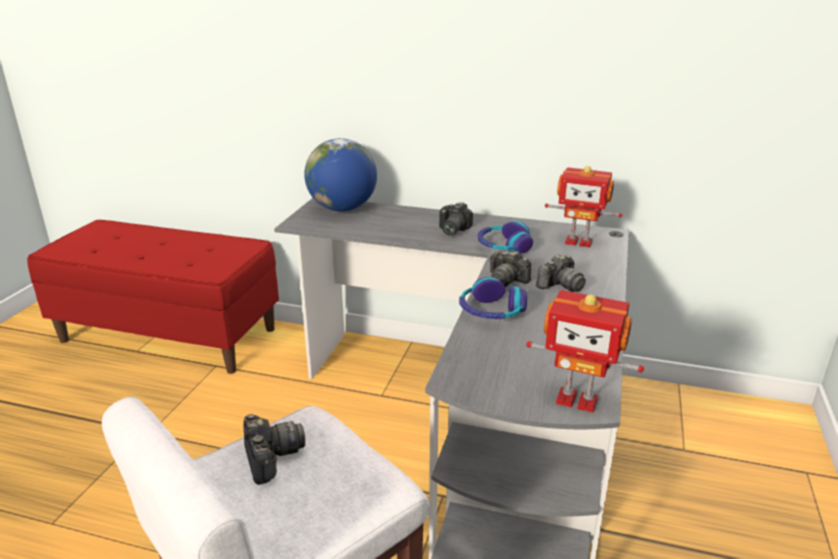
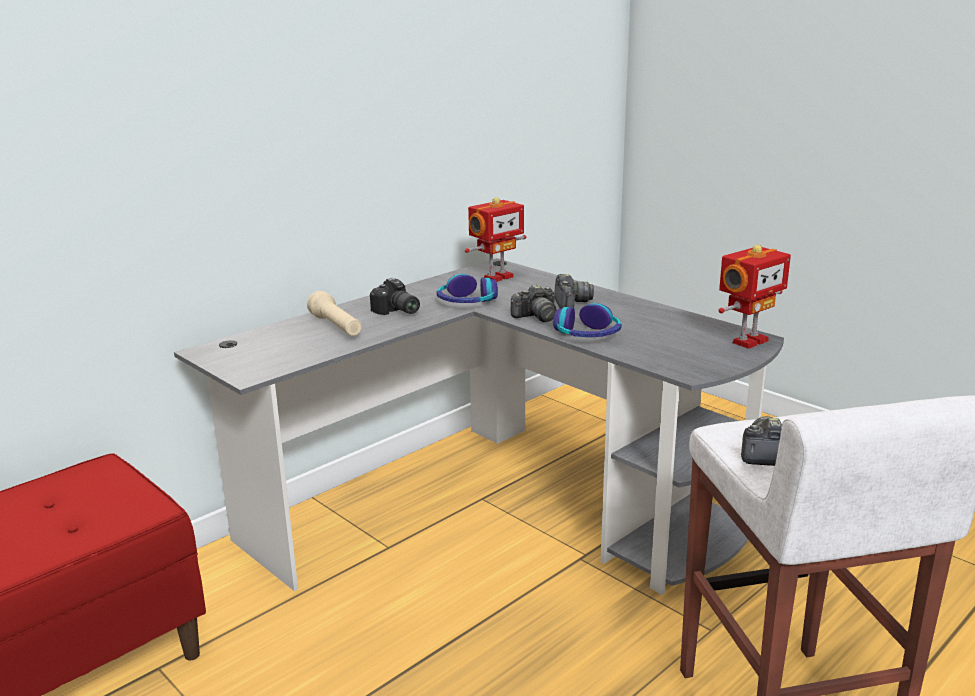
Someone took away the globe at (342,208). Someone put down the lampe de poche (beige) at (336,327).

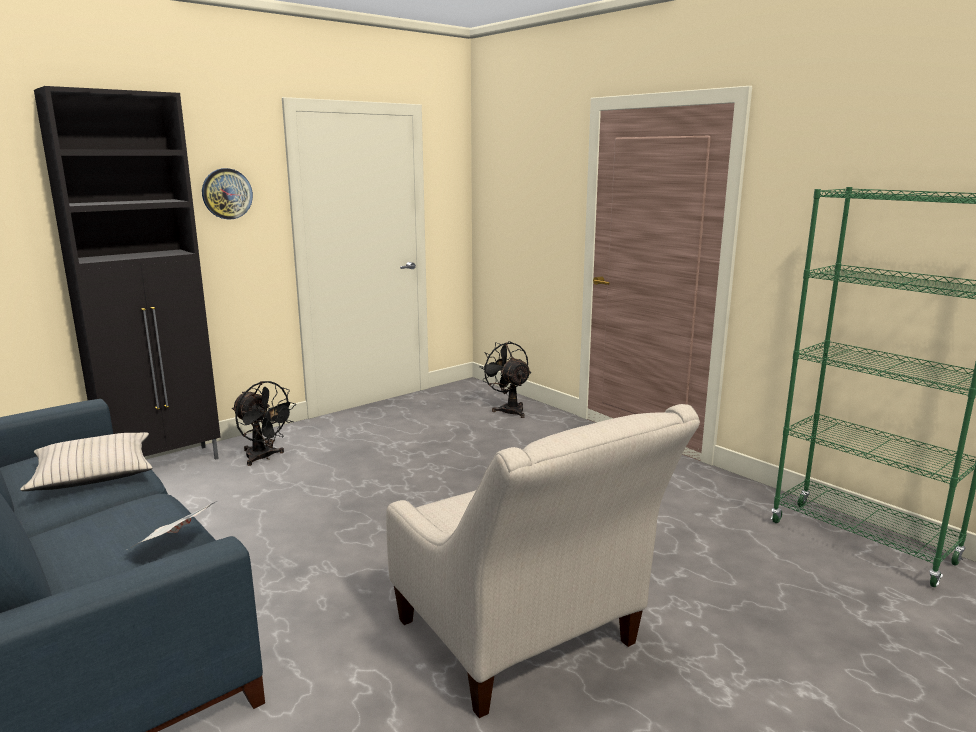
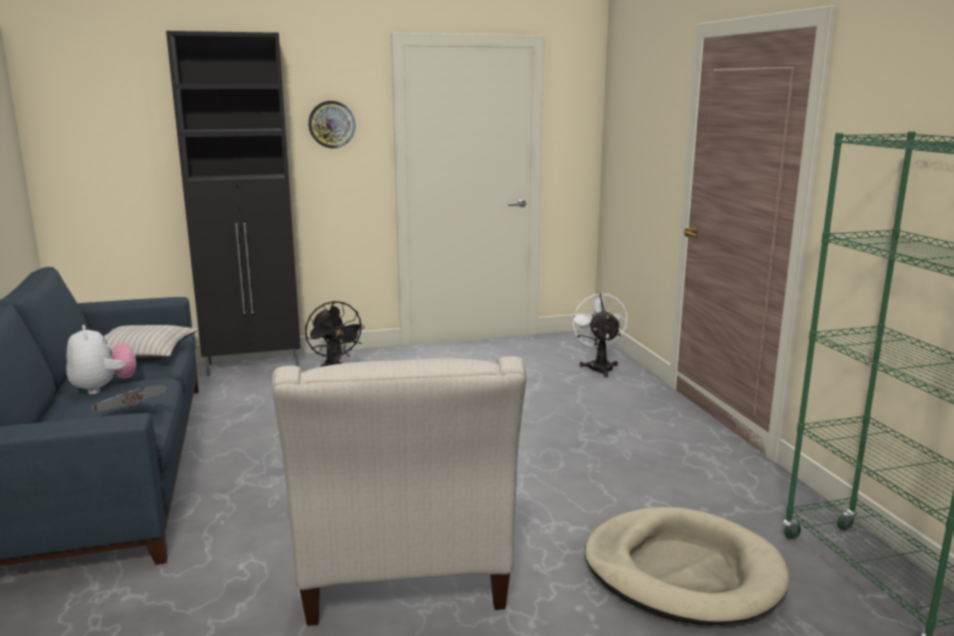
Someone put down the peluche at (103,388). Someone put down the panier pour chien (beige) at (682,571). Someone repainted the ventilateur (noir) at (508,409), which became the ventilateur (blanc) at (599,366).

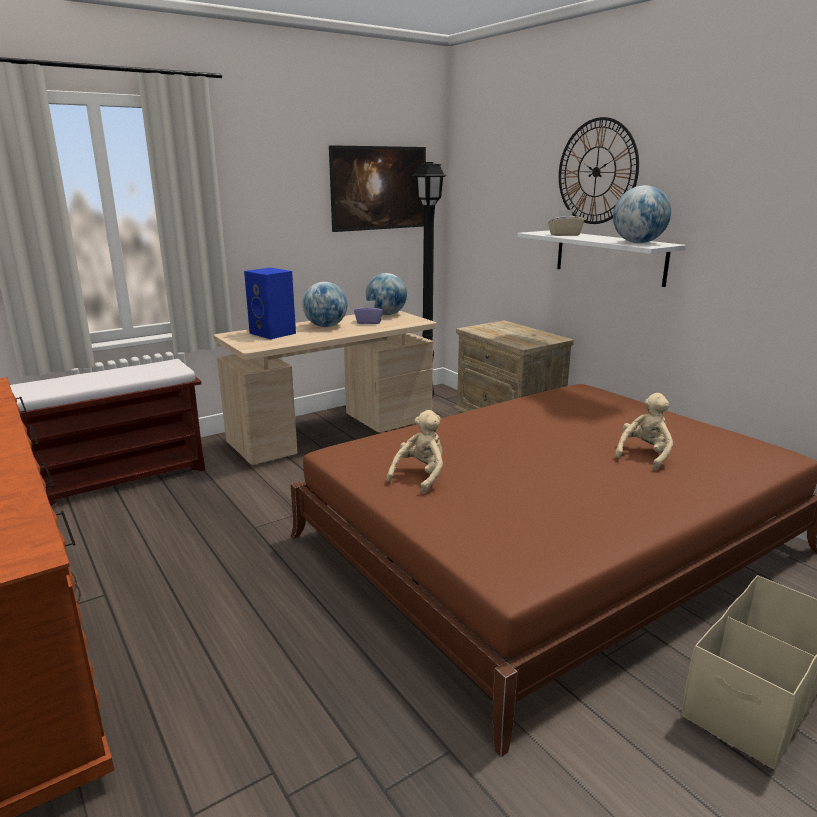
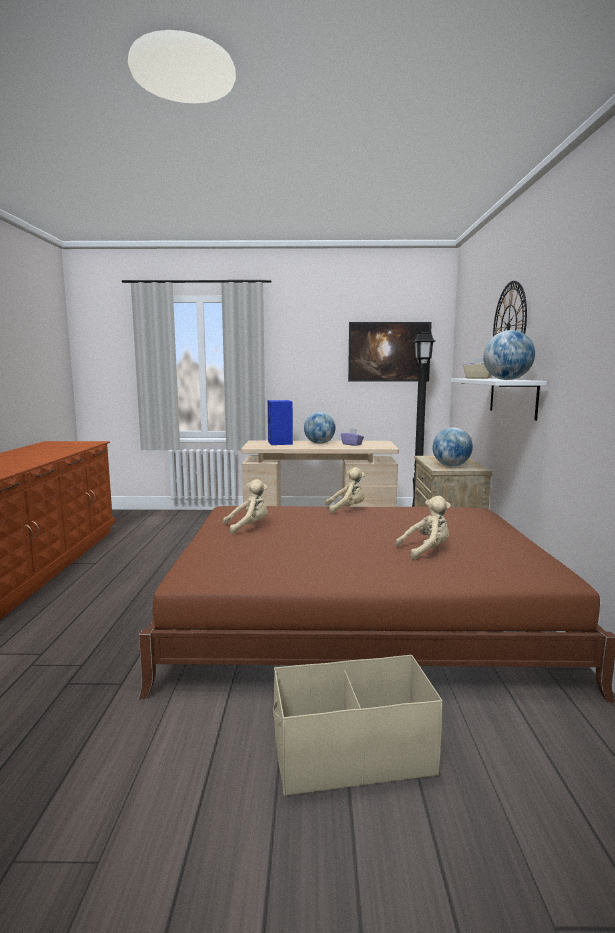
Someone took away the banc (marron) at (122,478). Someone put down the peluche (beige) at (347,509). Someone carried the globe from (386,314) to (451,466).

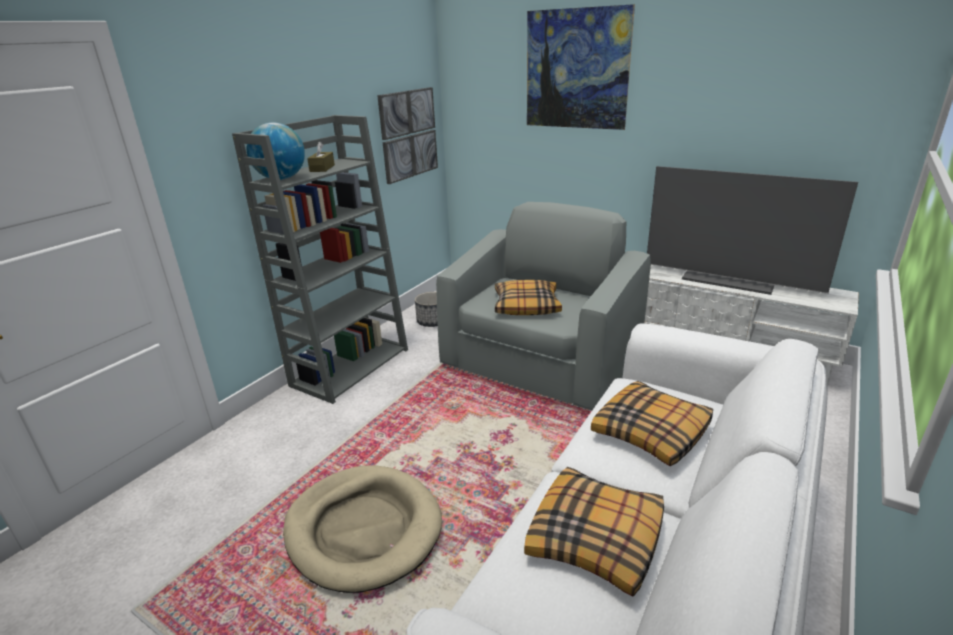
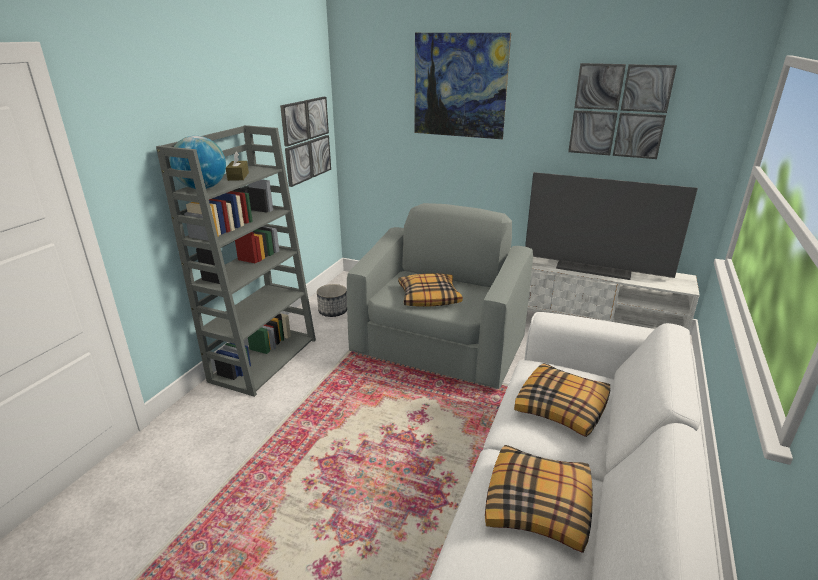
Someone took away the panier pour chien (beige) at (363,529). Someone put up the tableau at (619,111).

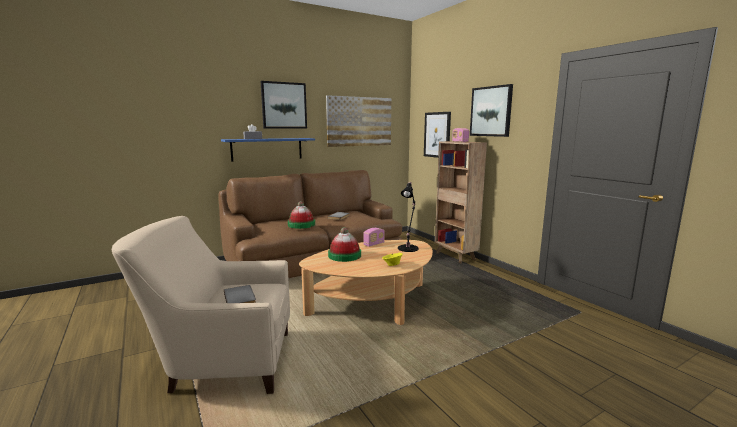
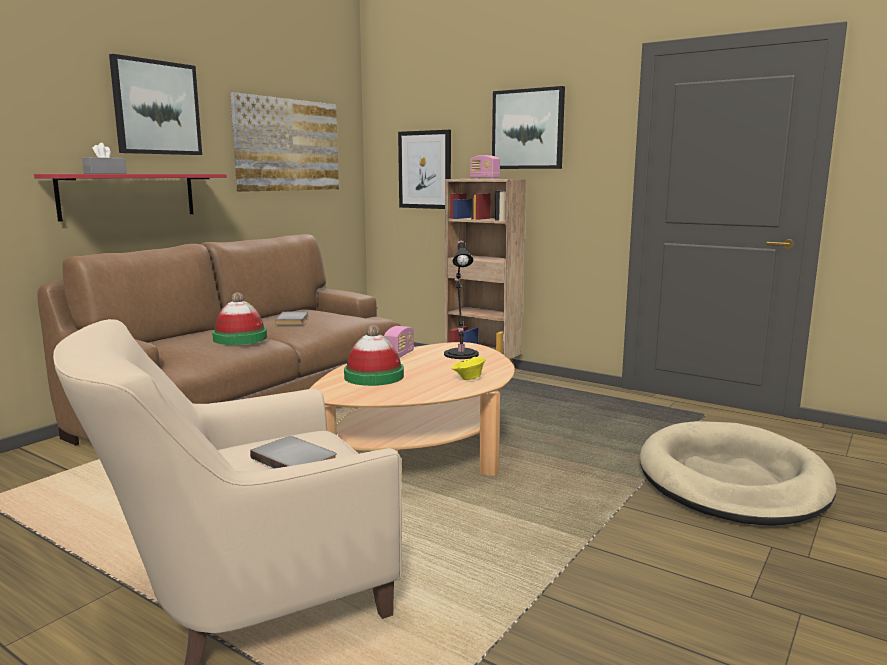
Someone put down the panier pour chien (beige) at (731,480). Someone repainted the étagère (bleu) at (267,149), which became the étagère (rouge) at (128,195).

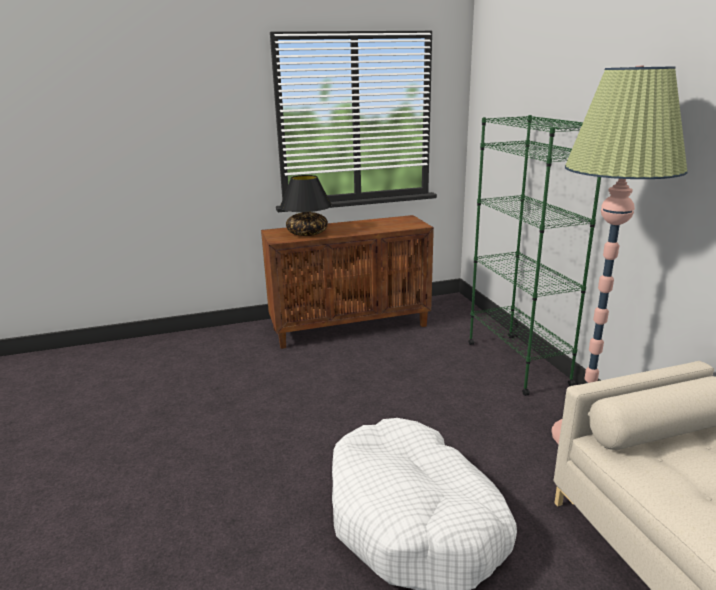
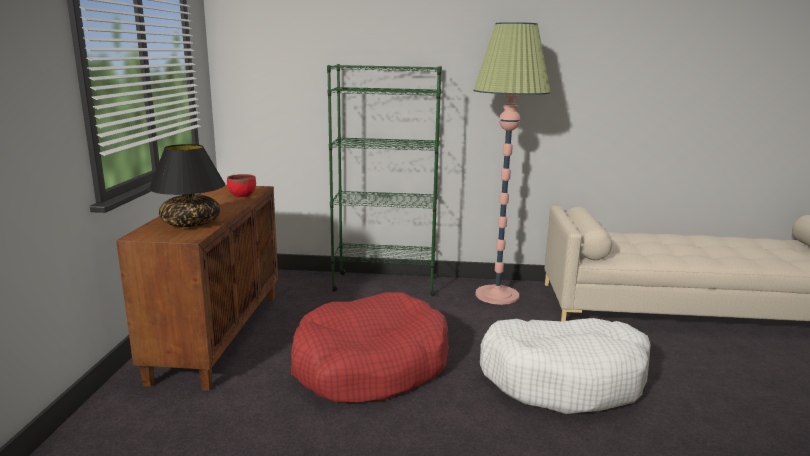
Someone put down the bol (rouge) at (242,195). Someone put down the panier pour chien (rouge) at (370,365).

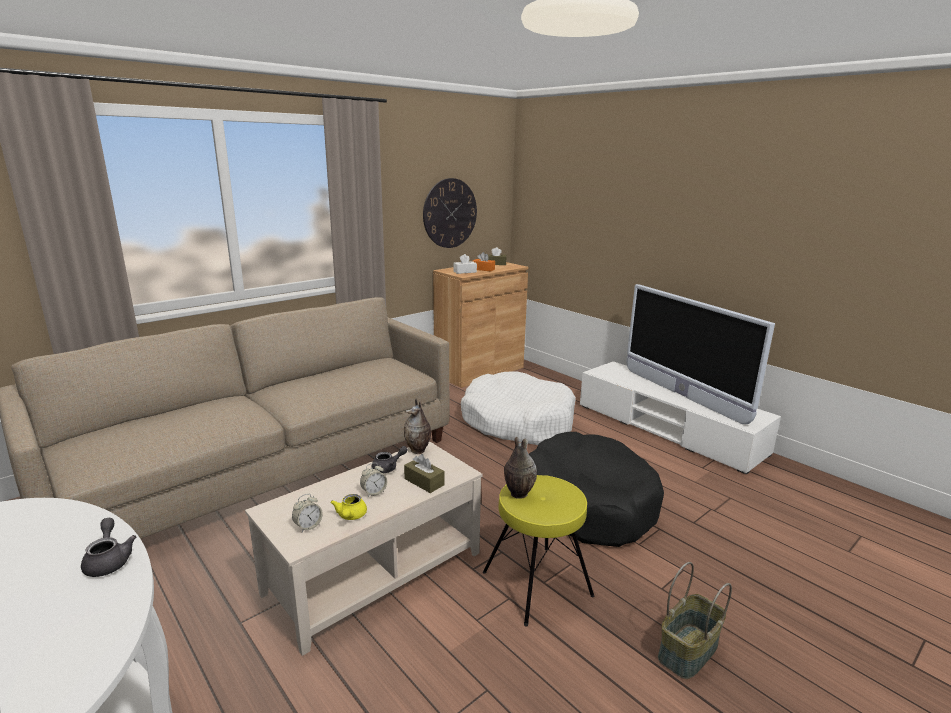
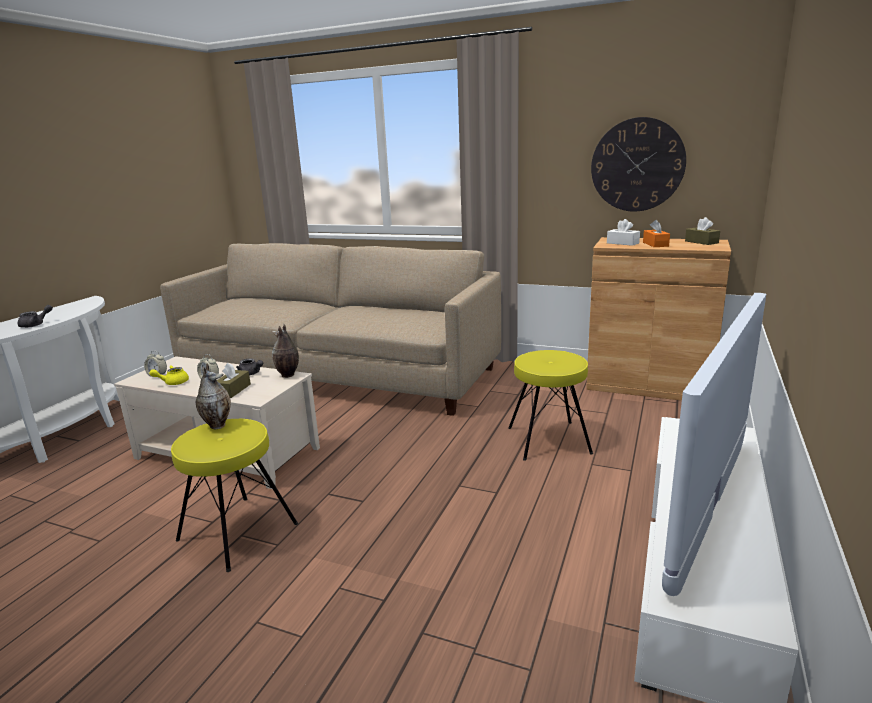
Someone took away the panier pour chien (noir) at (588,502). Someone took away the panier at (688,652). Someone swapped the panier pour chien (blanc) at (517,421) for the tabouret (jaune) at (549,440).

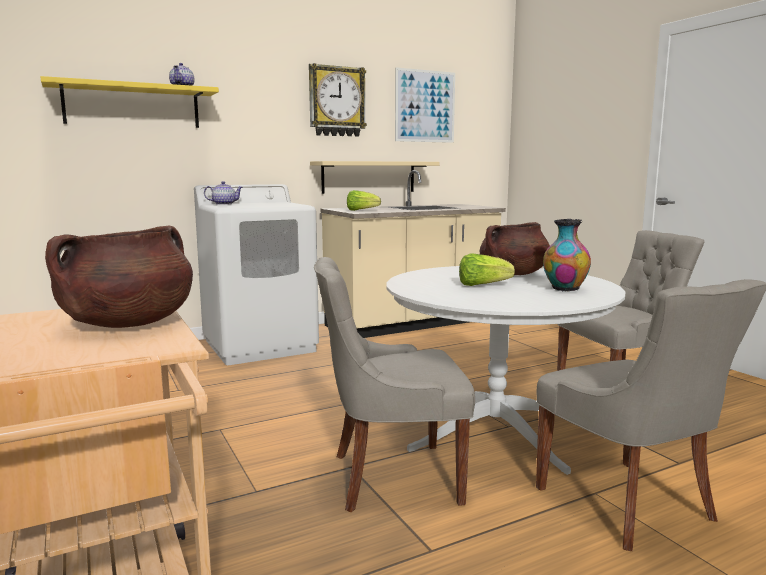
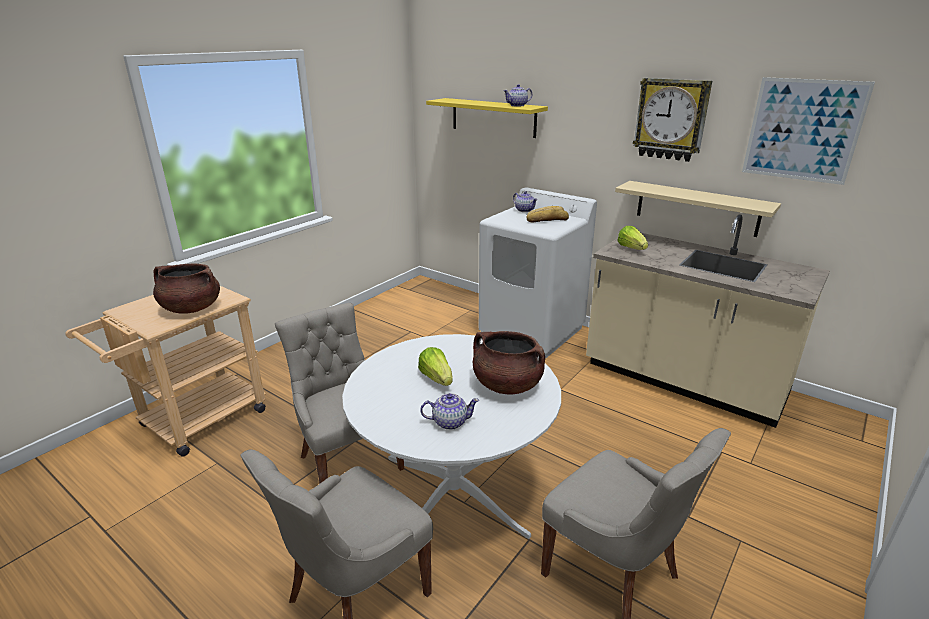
Someone put down the pain at (546,220). Someone swapped the vase at (564,289) for the théière at (449,422).

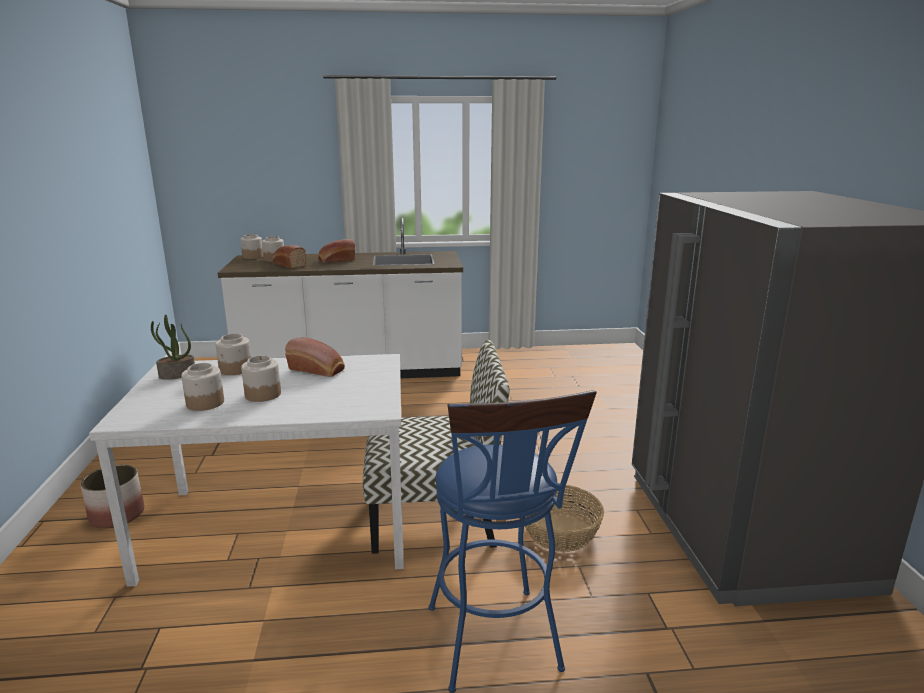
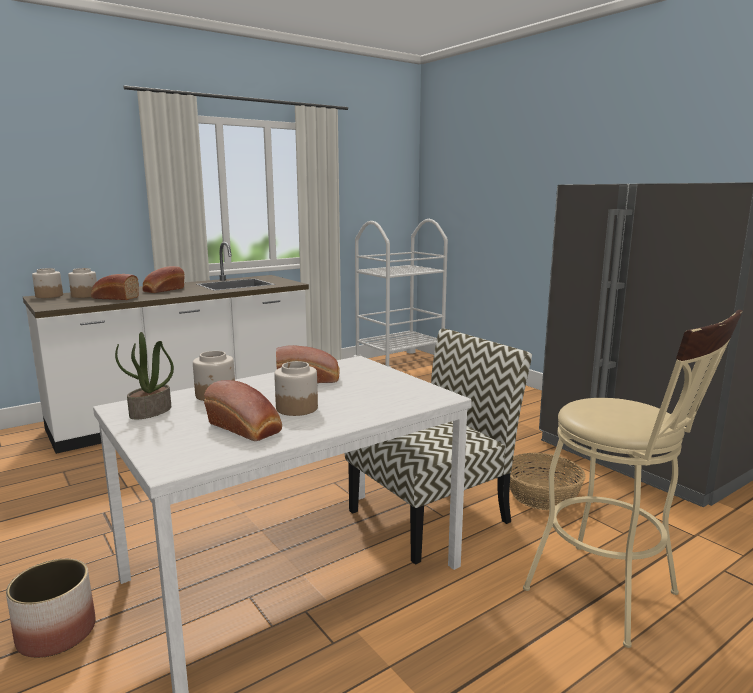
Someone put down the chariot (blanc) at (399,363). Someone swapped the bocal at (205,403) for the pain at (246,428). Someone repainted the tabouret (bleu) at (496,647), which became the tabouret (beige) at (612,597).

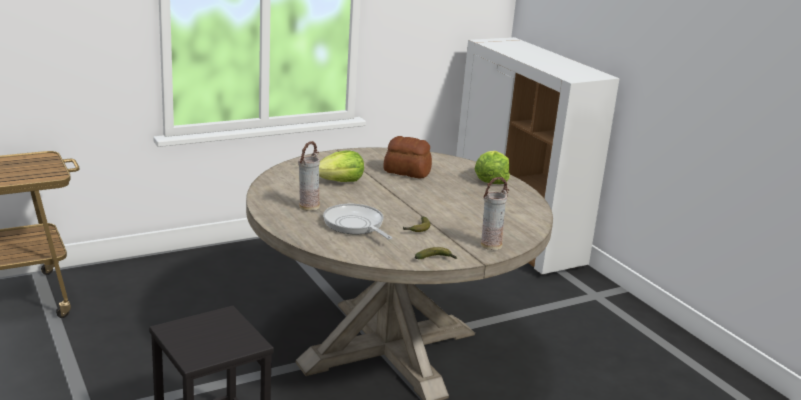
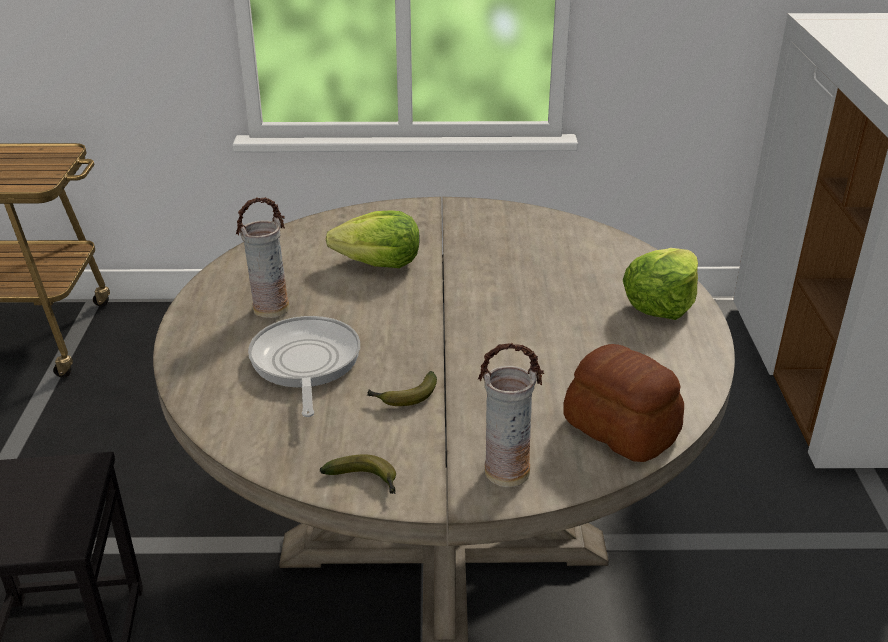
Someone carried the pain from (406,171) to (621,428).

